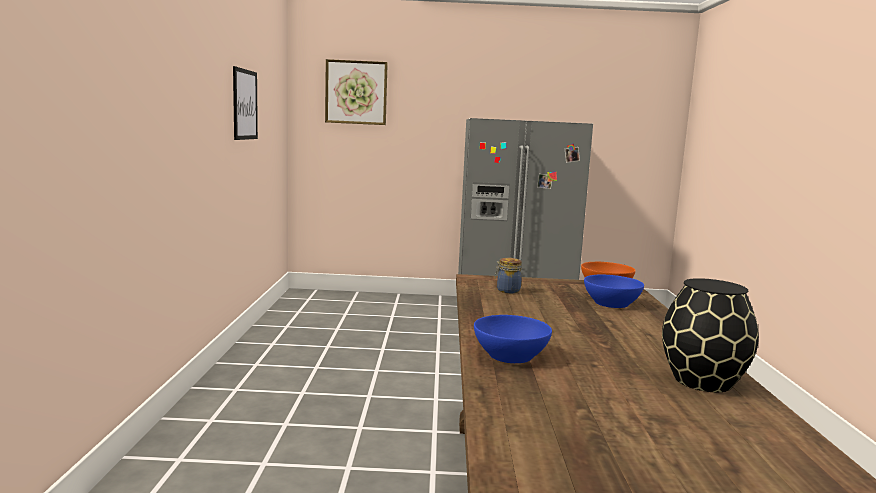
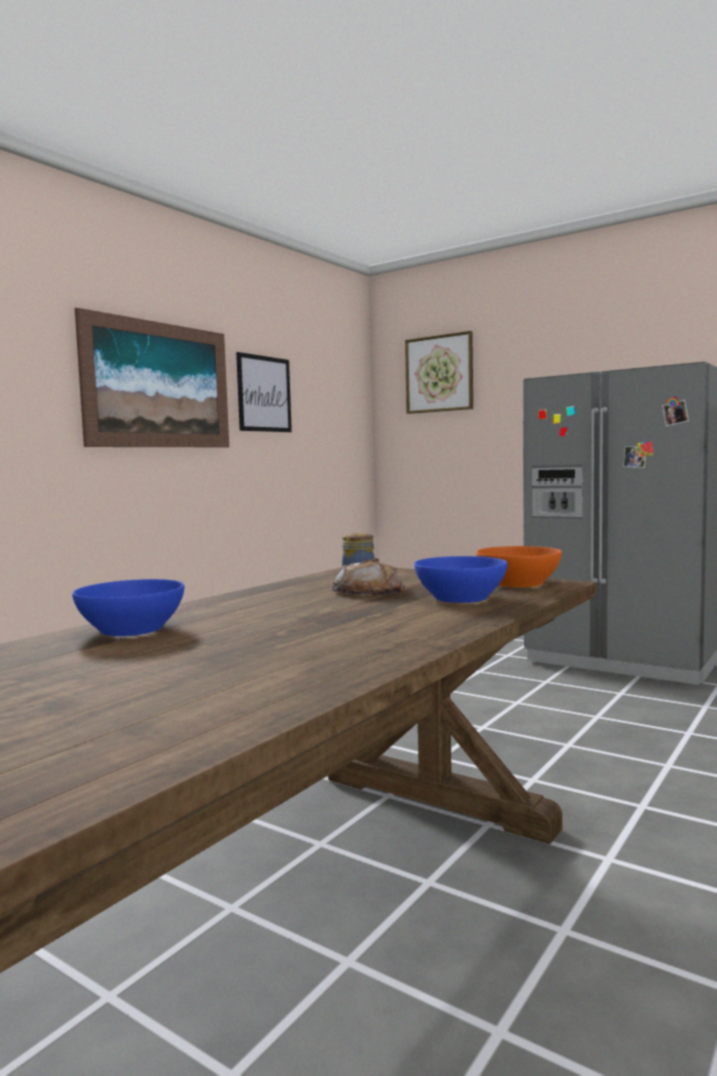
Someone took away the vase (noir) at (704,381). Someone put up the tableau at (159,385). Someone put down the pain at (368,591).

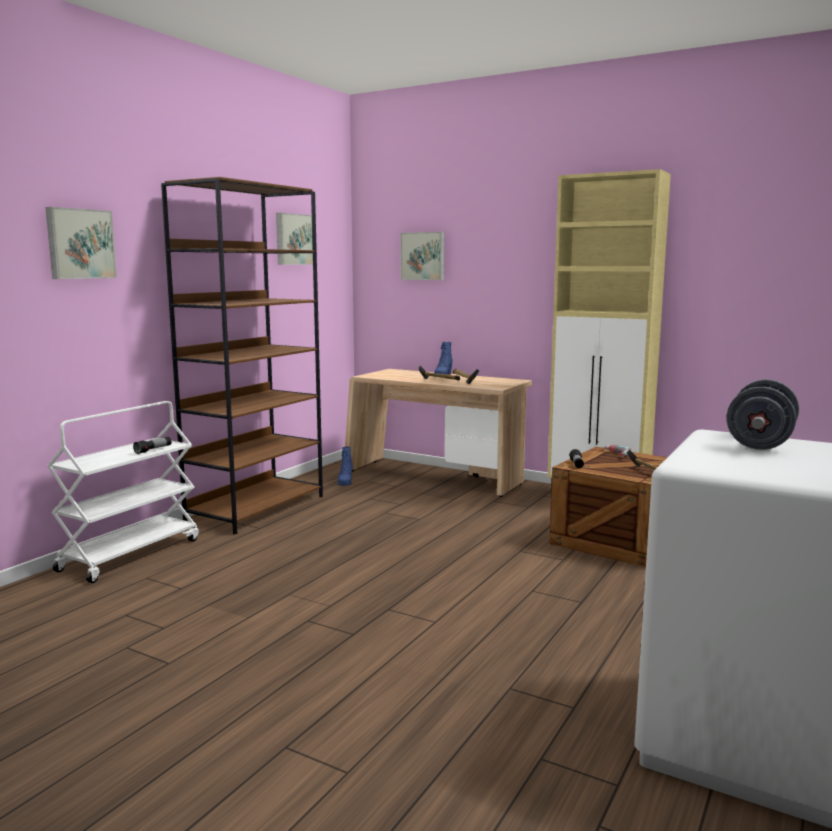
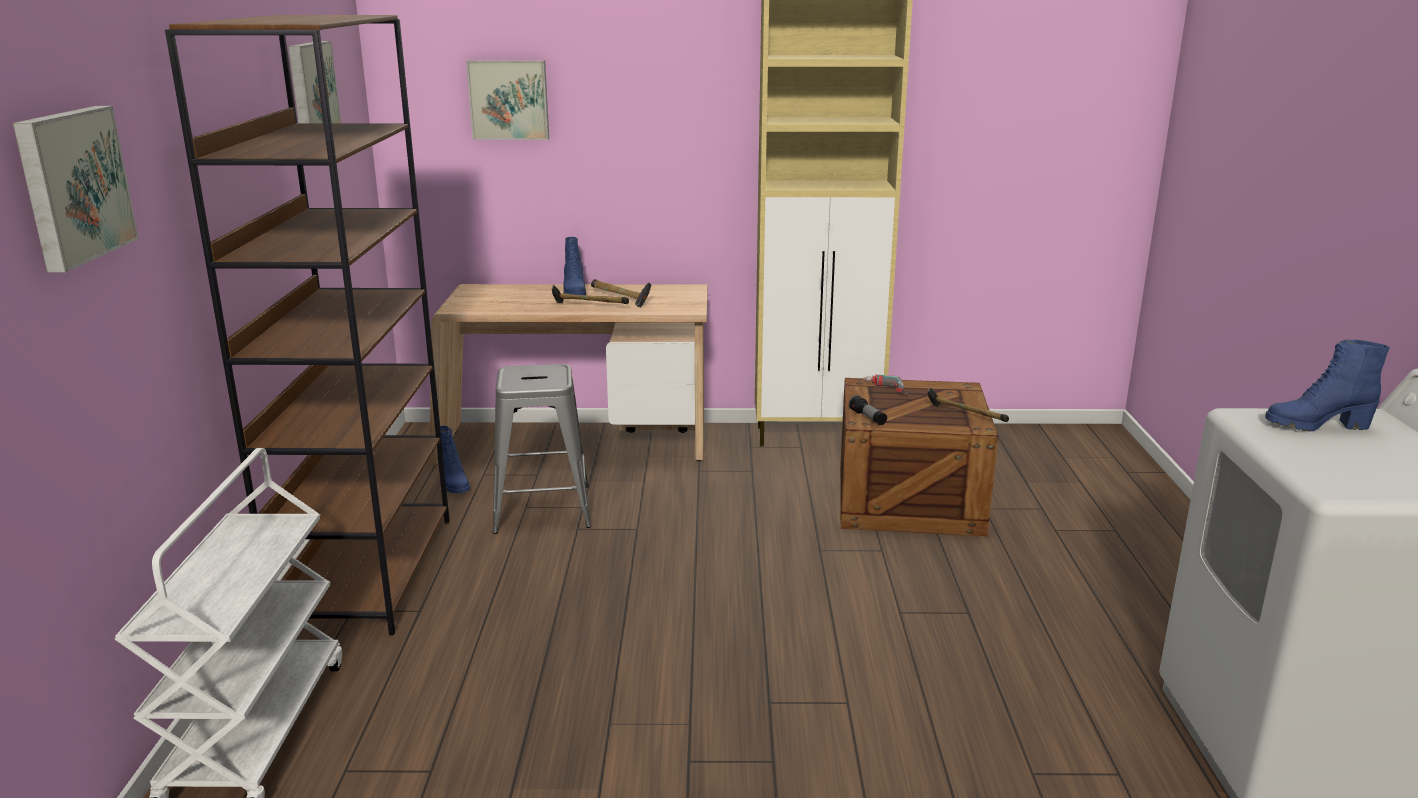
Someone took away the lampe de poche at (153,450). Someone put down the tabouret (gris) at (542,508). Someone swapped the haltère (gris) at (760,443) for the botte (bleu) at (1316,425).

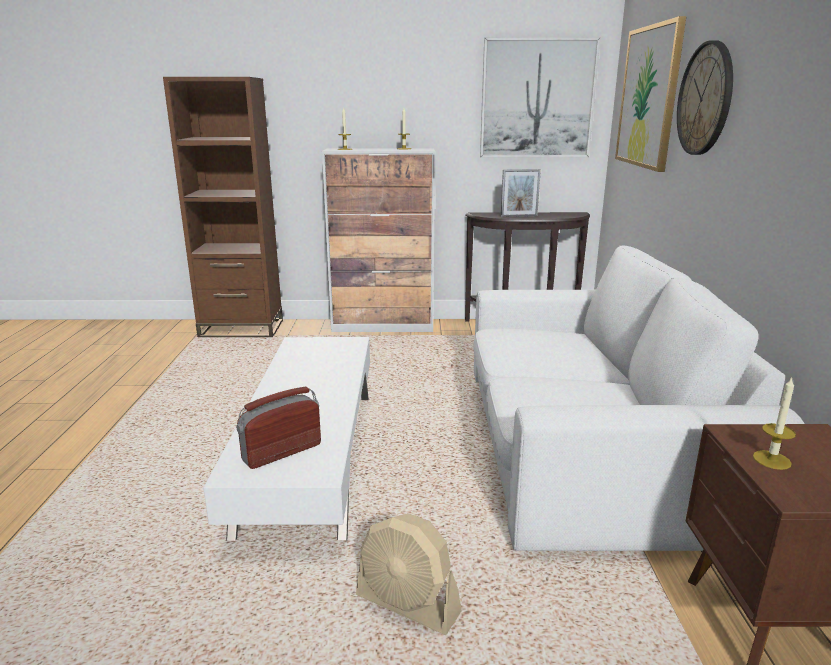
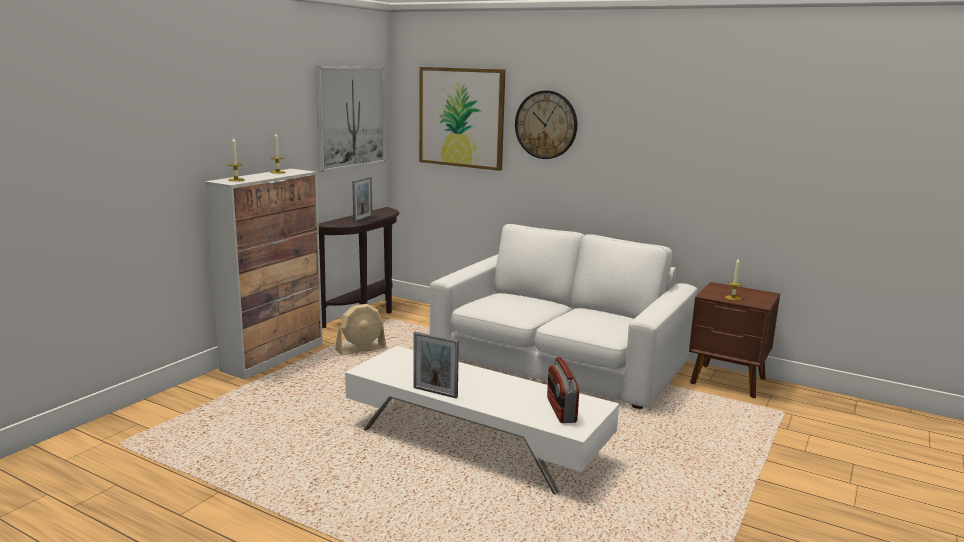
Someone took away the bibliothèque (marron) at (241,329). Someone put down the cadre photo at (435,392). Someone carried the ventilateur (beige) from (408,605) to (361,349).

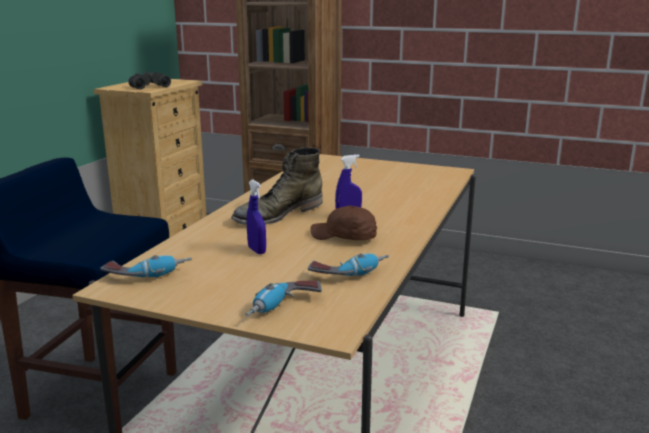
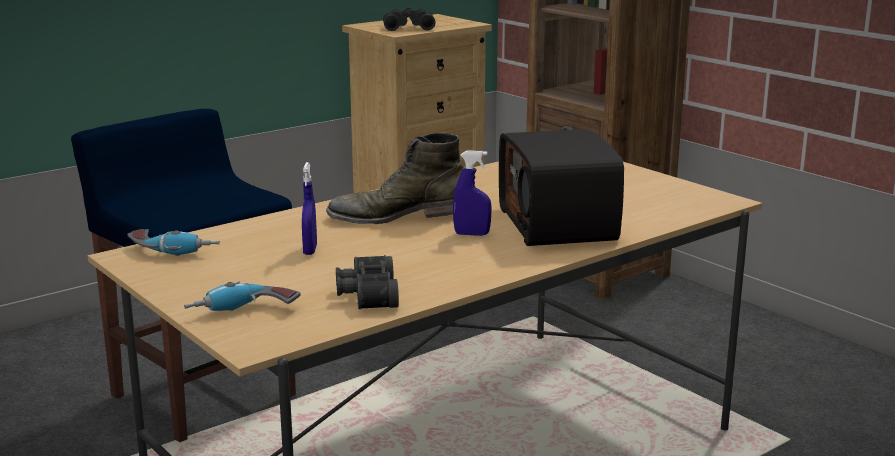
Someone took away the casquette (marron) at (344,237). Someone put down the radio at (560,224). Someone swapped the perceuse at (349,273) for the jumelles (noir) at (366,295).

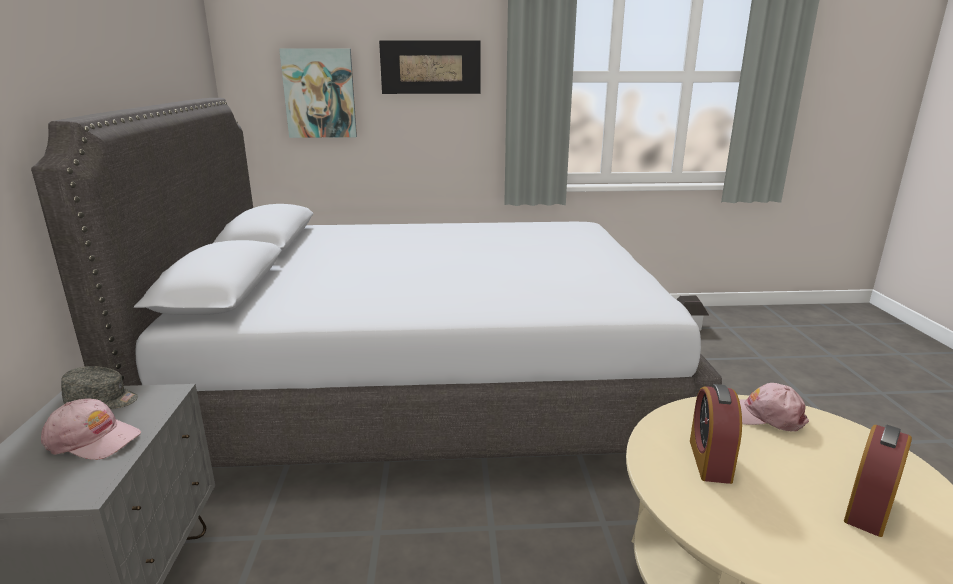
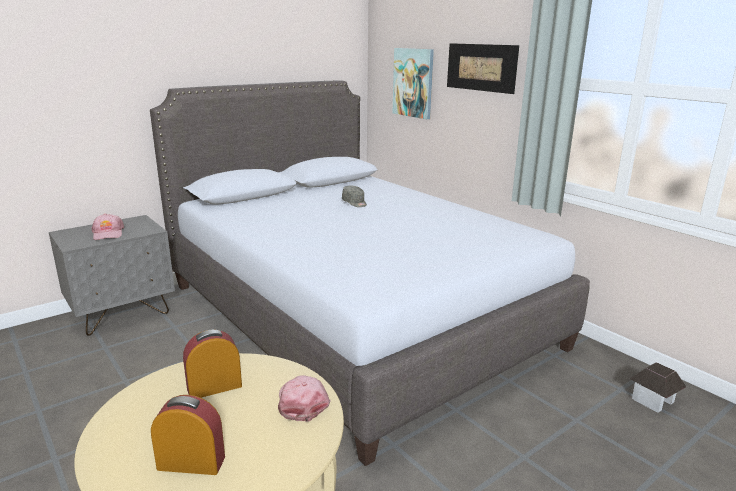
Someone carried the casquette (gris) from (102,400) to (355,203).

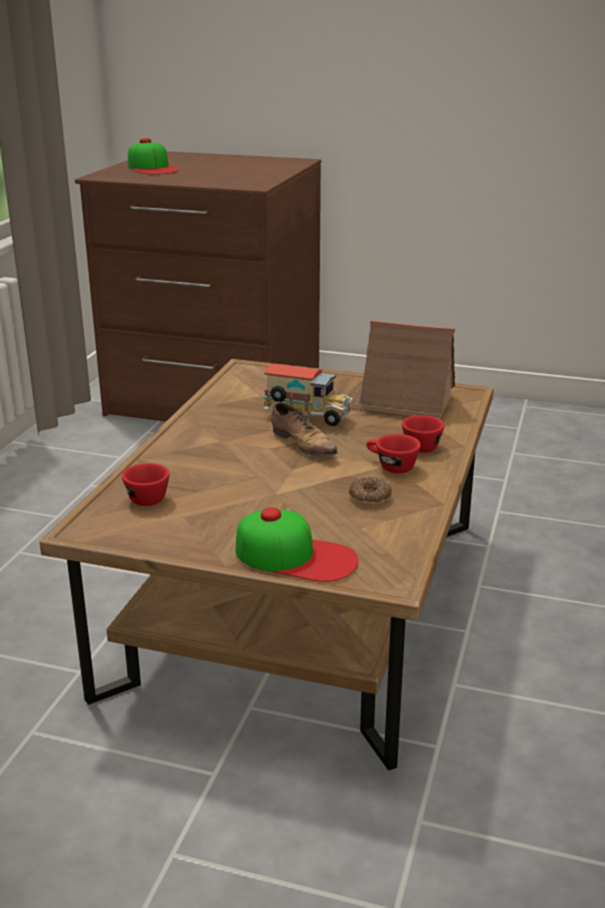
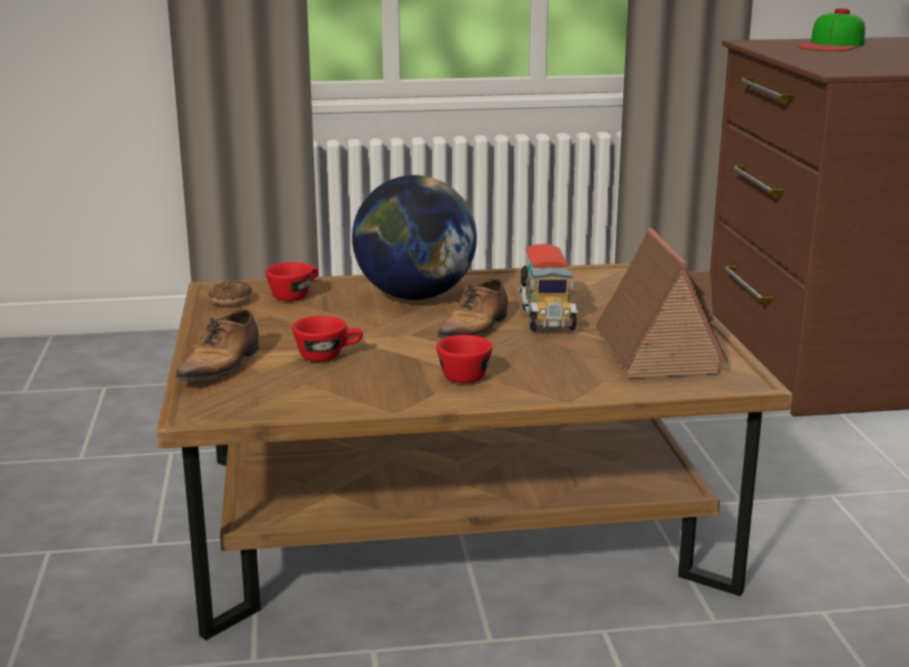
Someone put down the globe at (414,296). Someone carried the beignet from (370,498) to (230,300). Someone carried the tasse (rouge) from (422,445) to (328,356). Someone swapped the casquette at (296,556) for the chaussure at (222,366).

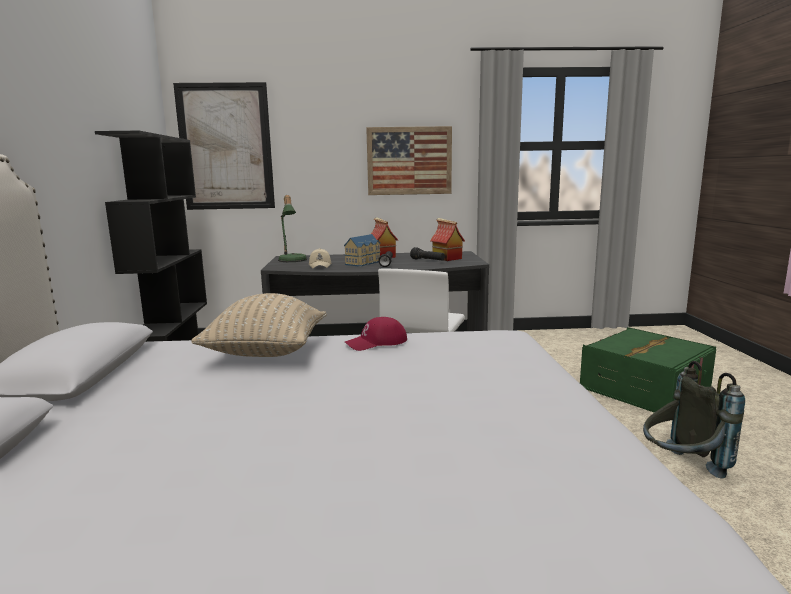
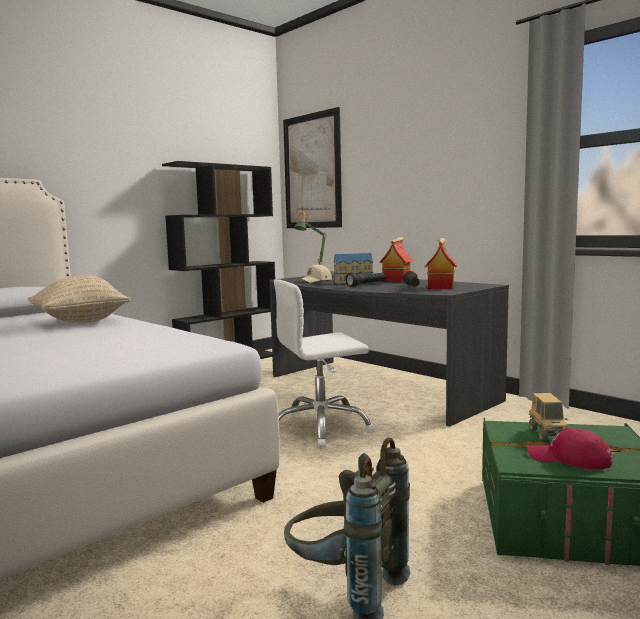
Someone took away the tableau at (409,161). Someone put down the camion jouet at (547,435). Someone carried the casquette (rouge) from (376,342) to (569,459).

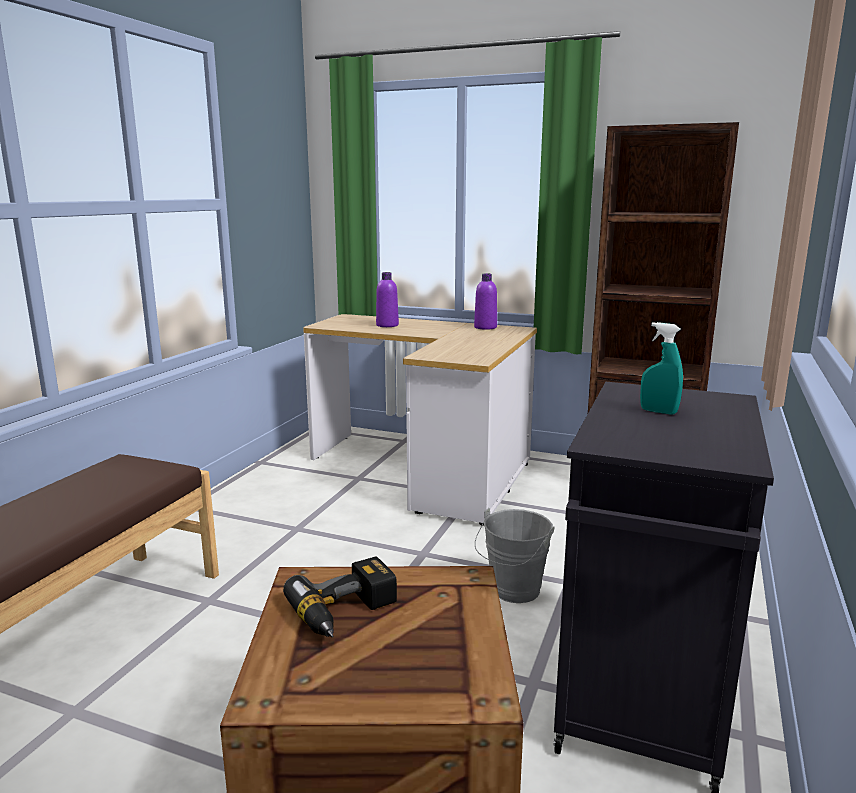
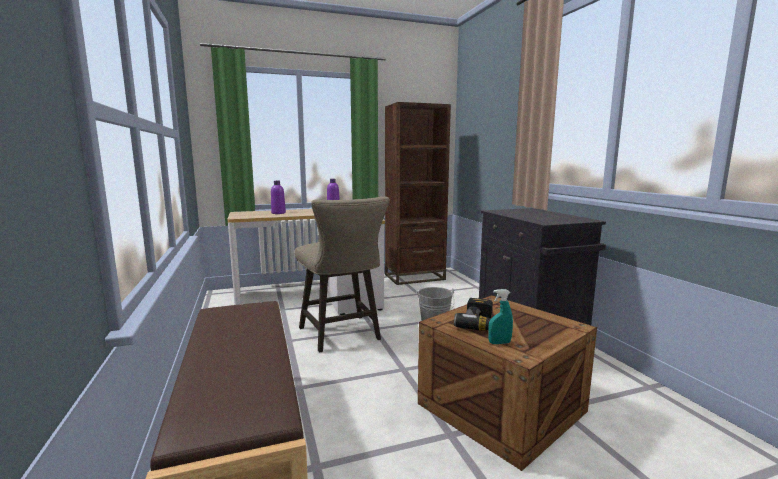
Someone put down the tabouret (beige) at (342,336). Someone carried the vaporisateur (turquoise) from (658,411) to (499,343).

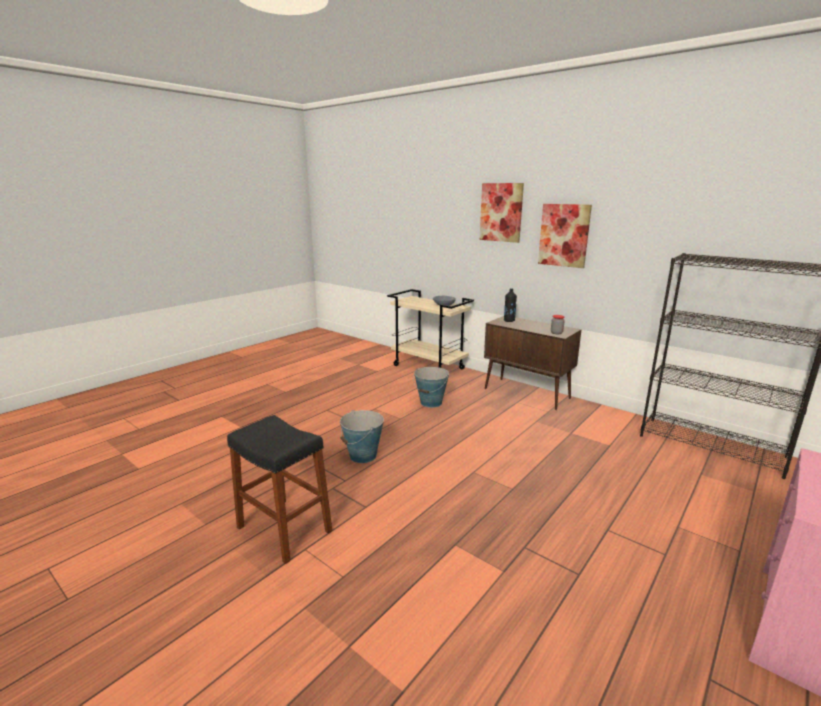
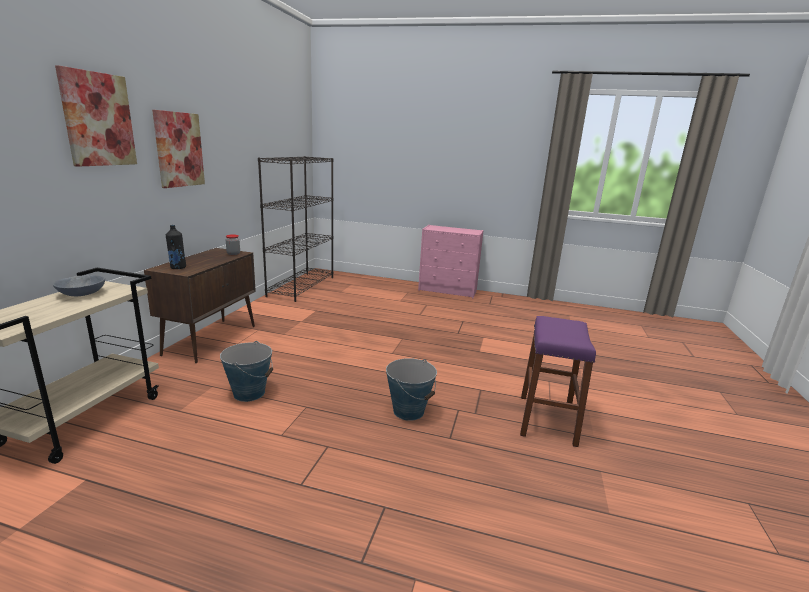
Someone repainted the tabouret (noir) at (284,529), which became the tabouret (violet) at (547,419).

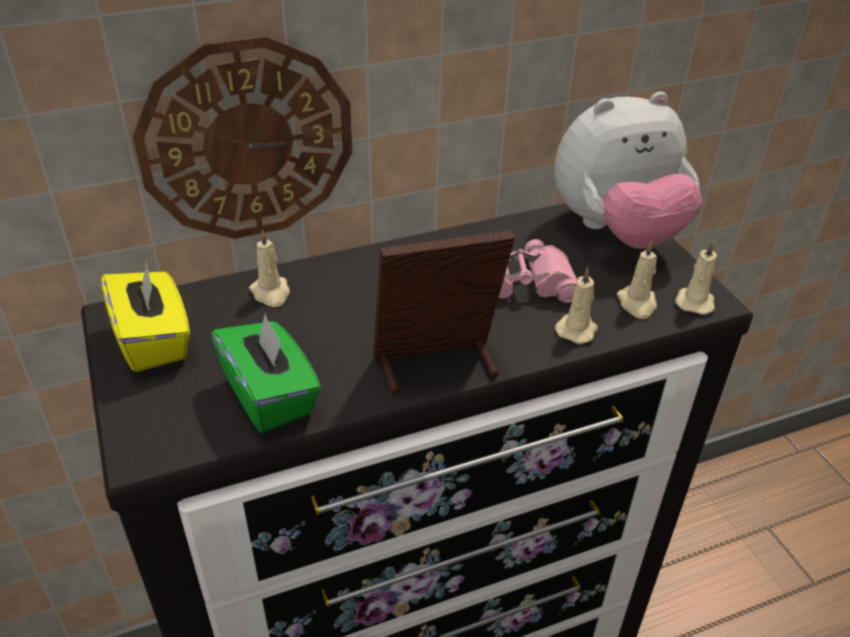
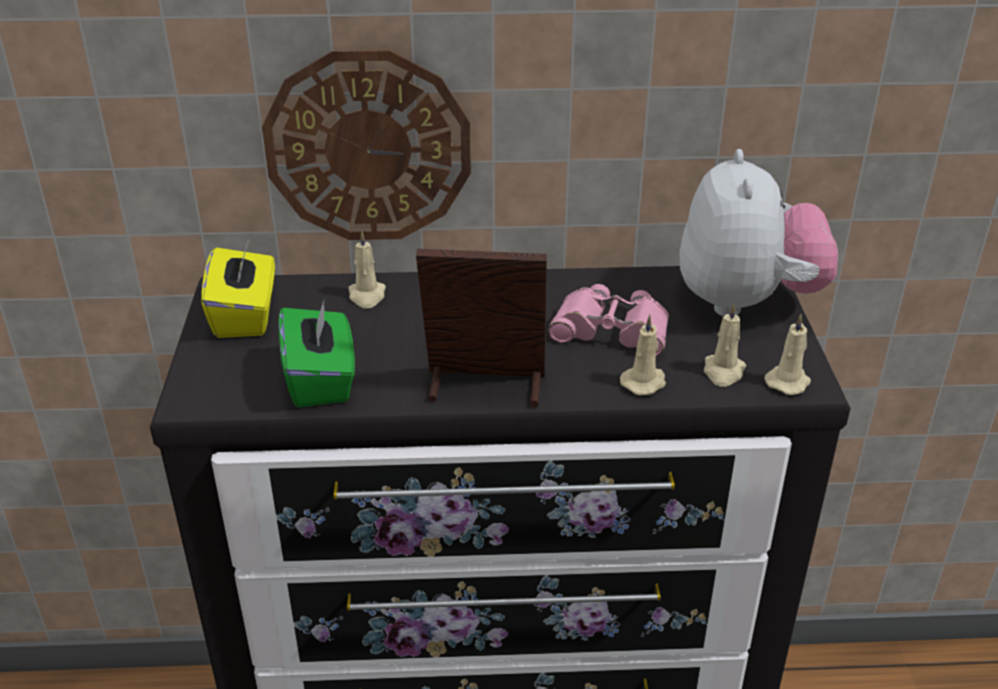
Someone rotated the peluche at (617,232) by 90 degrees counterclockwise.

